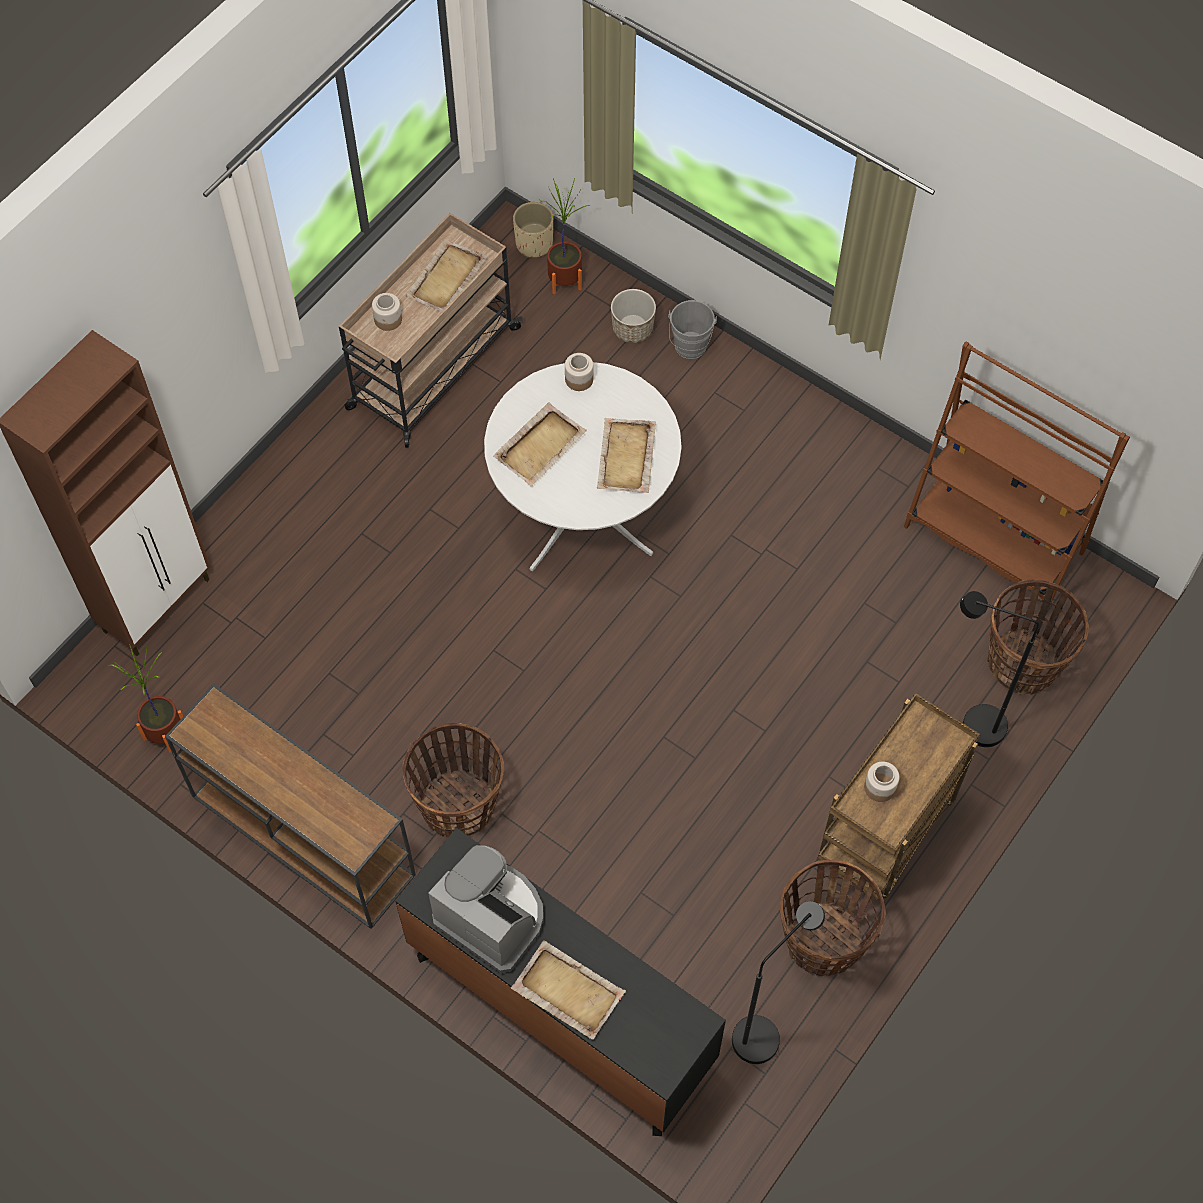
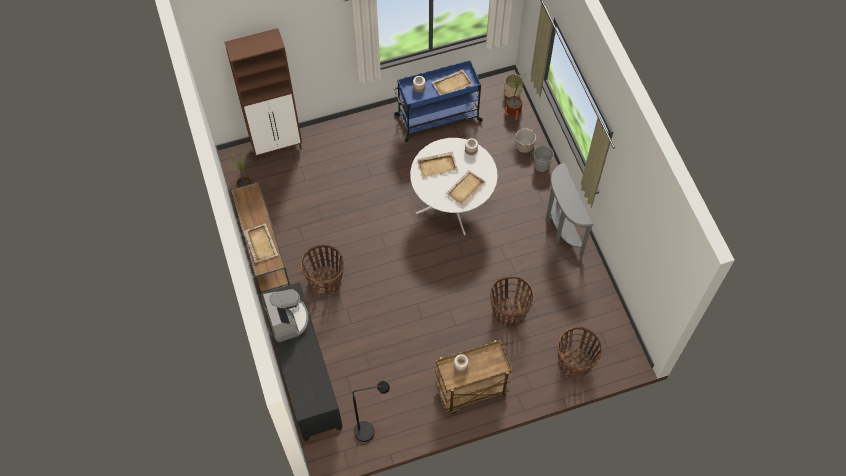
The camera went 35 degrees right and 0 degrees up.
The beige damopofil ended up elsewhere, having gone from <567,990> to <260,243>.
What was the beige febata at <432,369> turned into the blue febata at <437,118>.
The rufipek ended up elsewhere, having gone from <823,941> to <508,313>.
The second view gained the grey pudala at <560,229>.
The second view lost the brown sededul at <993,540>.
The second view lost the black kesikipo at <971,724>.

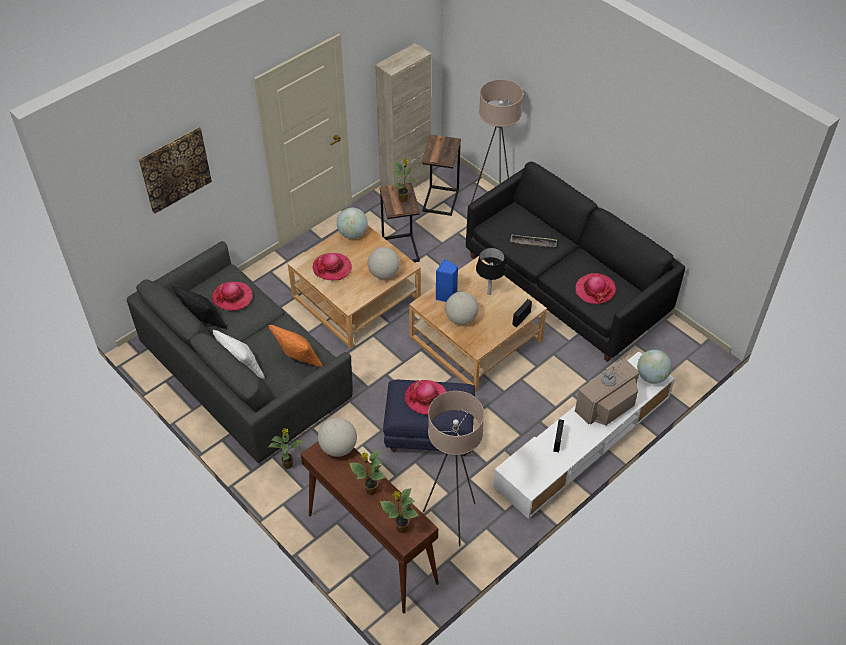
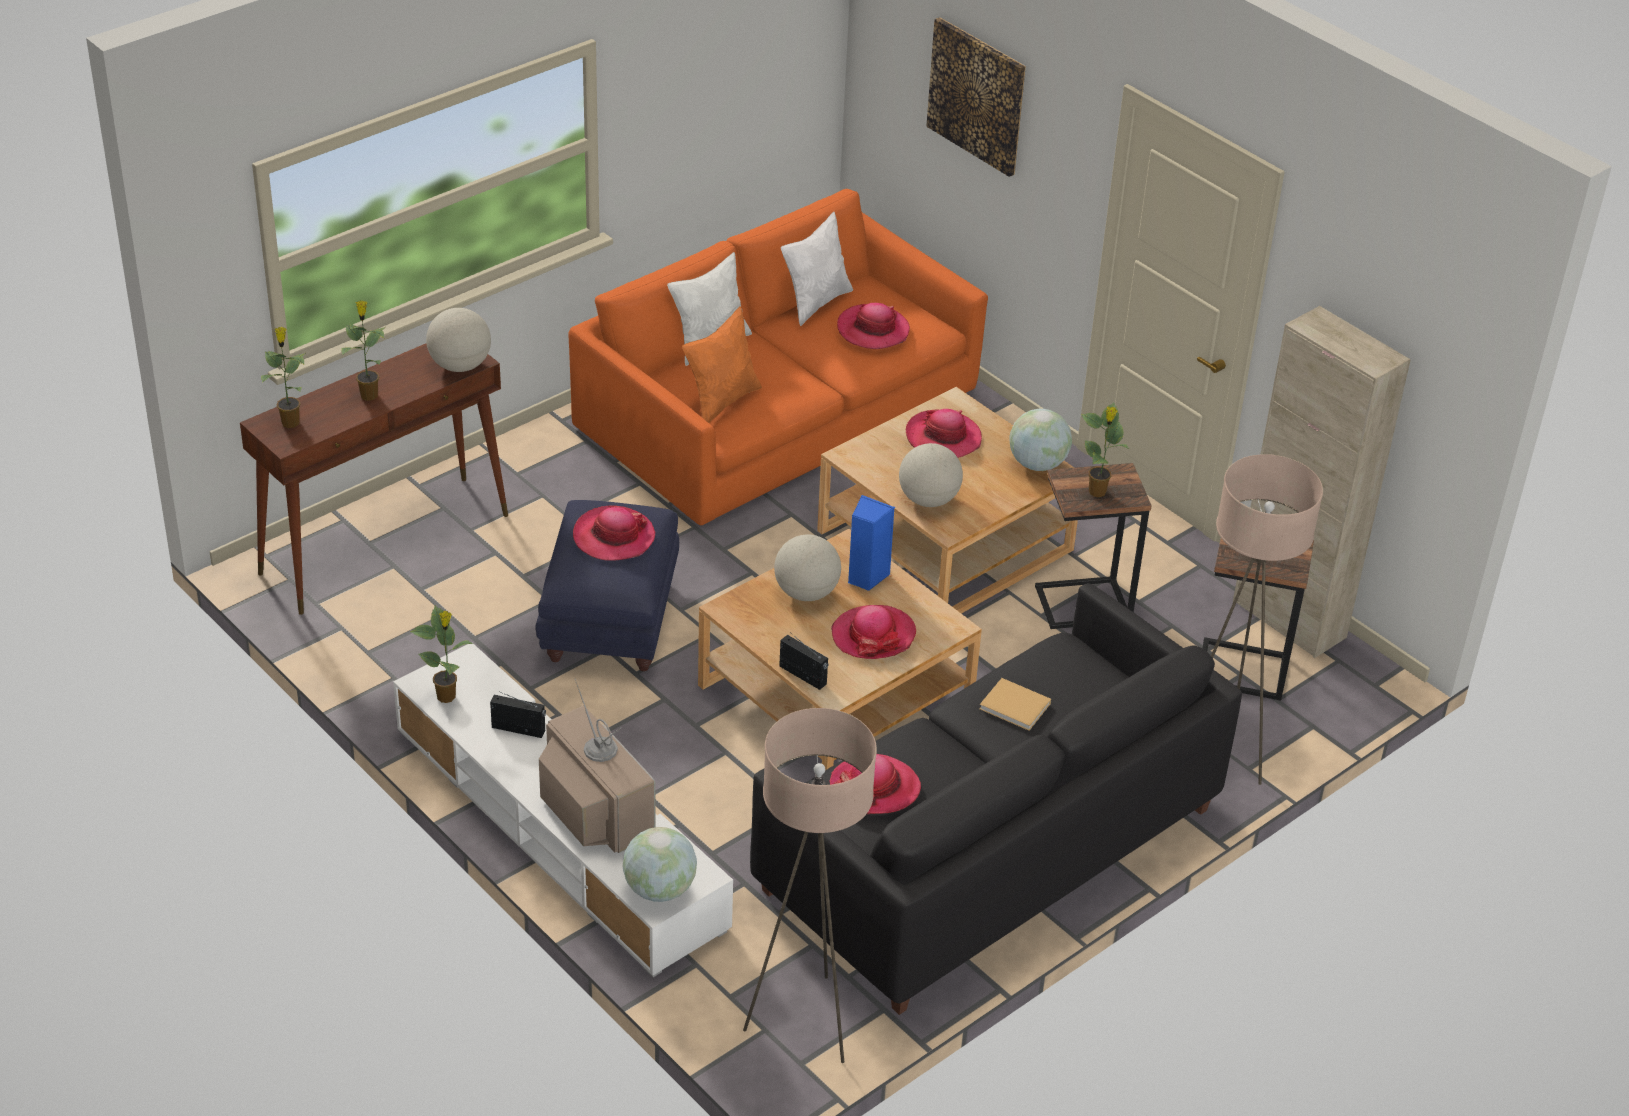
The camera went 90 degrees right and 10 degrees down.
The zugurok ended up elsewhere, having gone from <288,464> to <447,697>.
What was the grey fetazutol at <244,368> turned into the orange fetazutol at <777,409>.
The beige kesikipo ended up elsewhere, having gone from <452,519> to <805,1022>.
What was the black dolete at <203,322> turned into the white dolete at <816,303>.
Where the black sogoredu stood at <489,293>, the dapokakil came to stand at <873,635>.
Where the damopofil stood at <533,243>, the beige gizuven came to stand at <1016,707>.

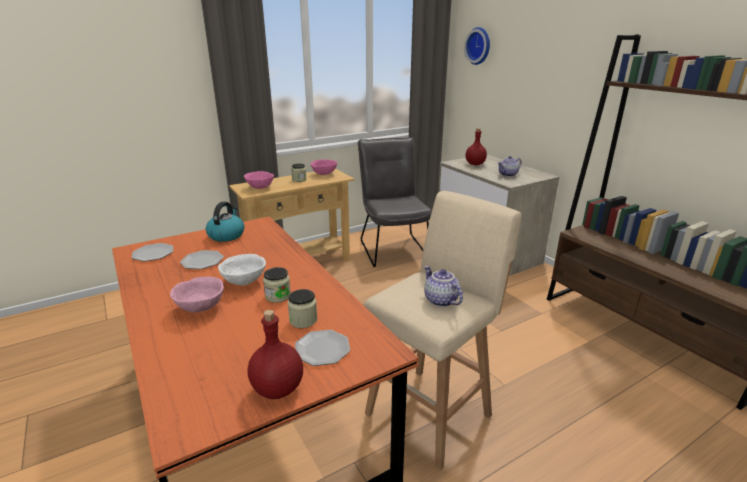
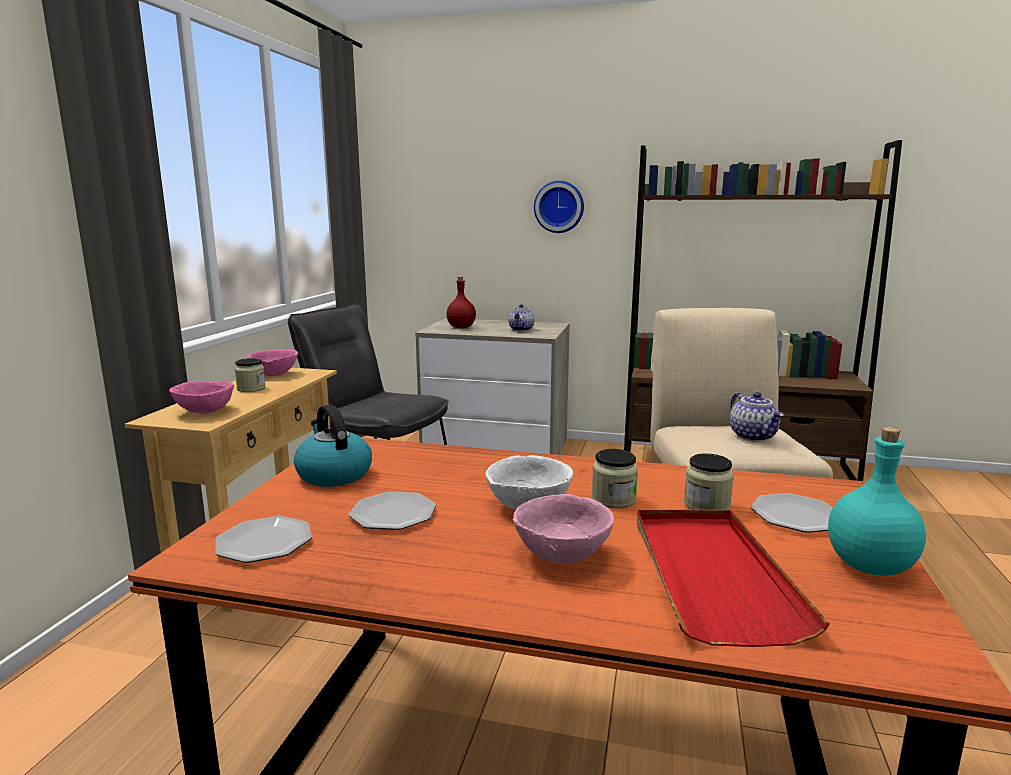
The camera went 45 degrees left and 10 degrees down.
The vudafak ended up elsewhere, having gone from <479,46> to <559,207>.
The second view gained the red damopofil at <711,575>.
The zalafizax at <440,300> ended up facing another way, 120 degrees counterclockwise from before.
What was the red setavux at <277,388> turned into the turquoise setavux at <867,566>.

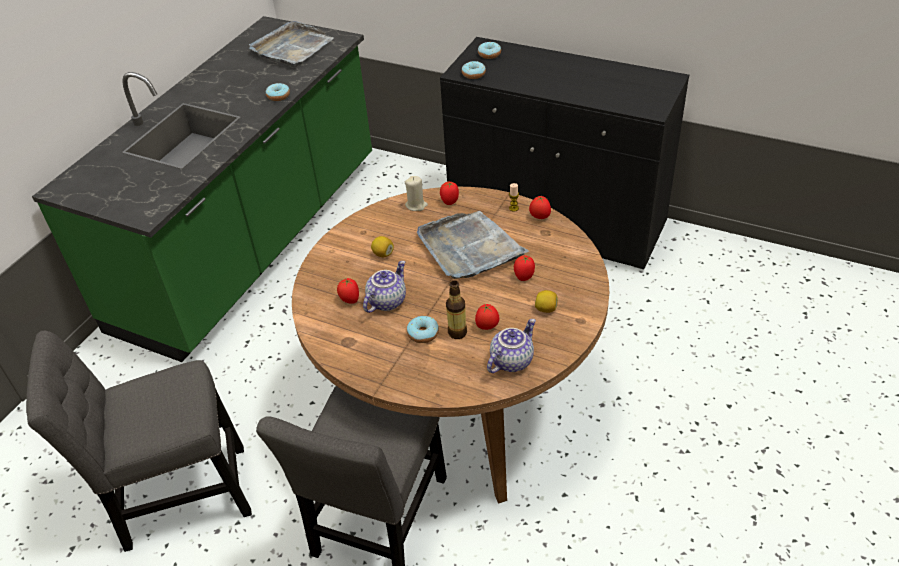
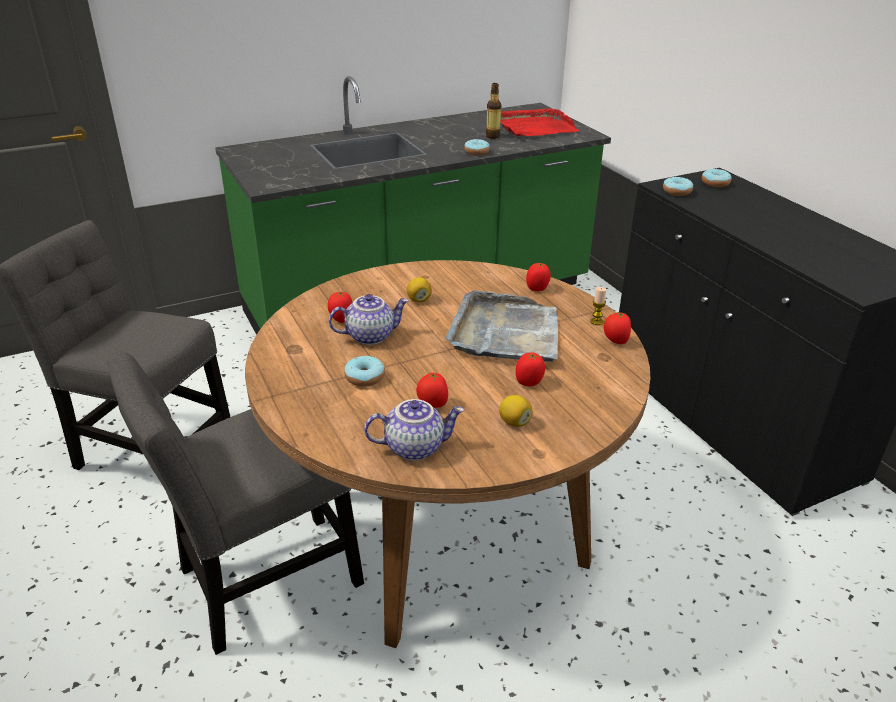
The camera went 35 degrees right and 10 degrees down.
The setavux ended up elsewhere, having gone from <457,332> to <492,136>.
What was the grey damopofil at <292,47> turned into the red damopofil at <534,127>.
The second view lost the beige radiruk at <416,205>.

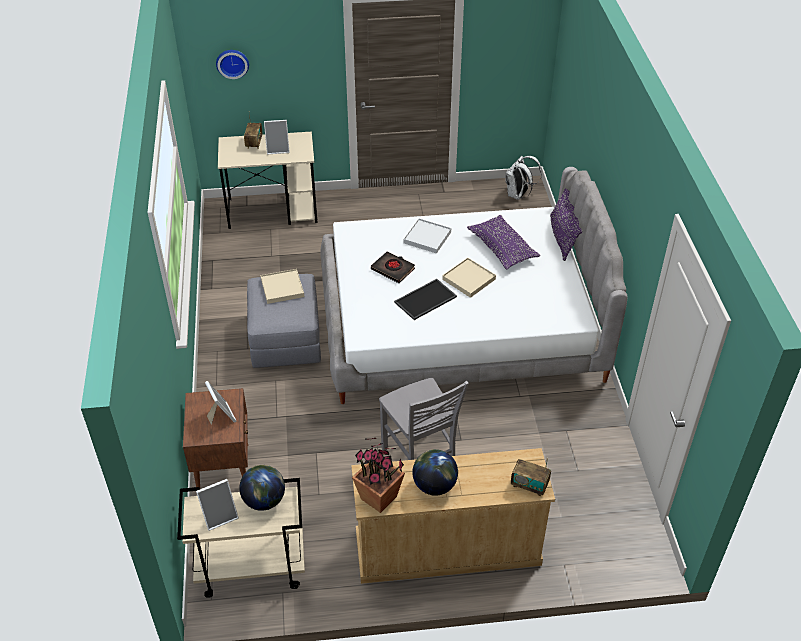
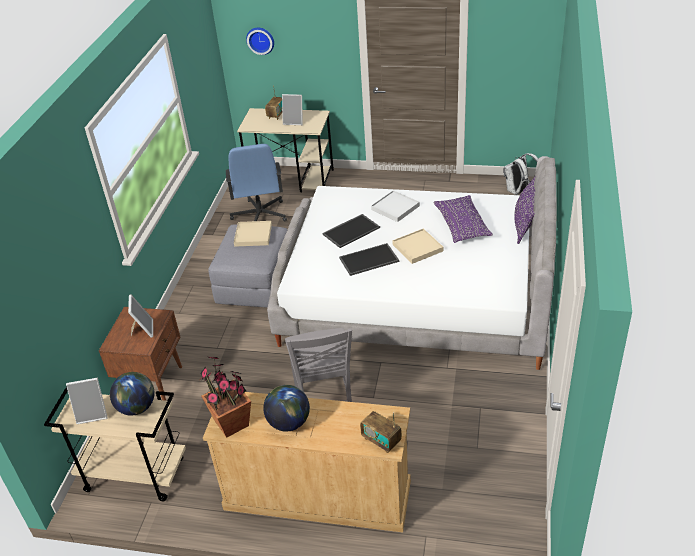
The camera went 20 degrees right and 5 degrees down.
The second view gained the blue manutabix at <259,215>.
Where the black gizuven stood at <393,269>, the damopofil came to stand at <351,230>.

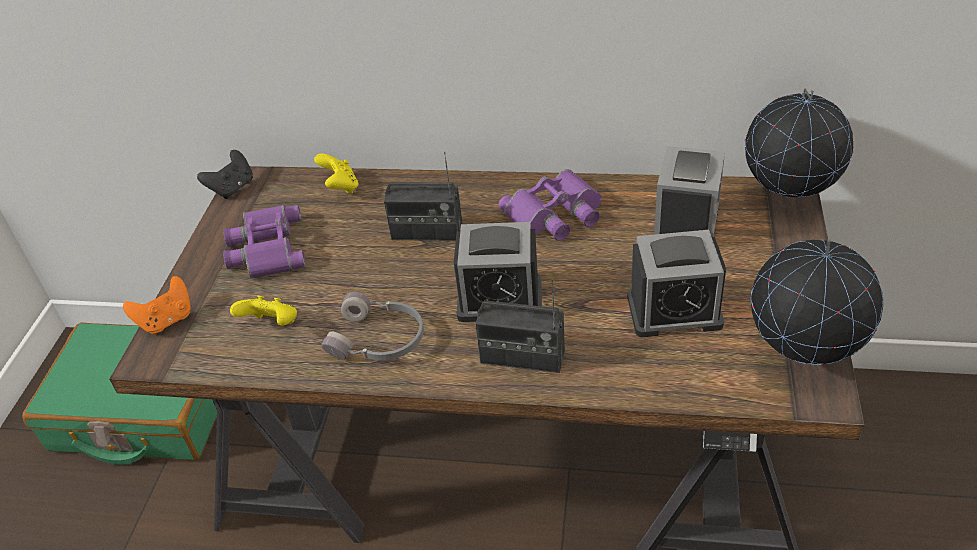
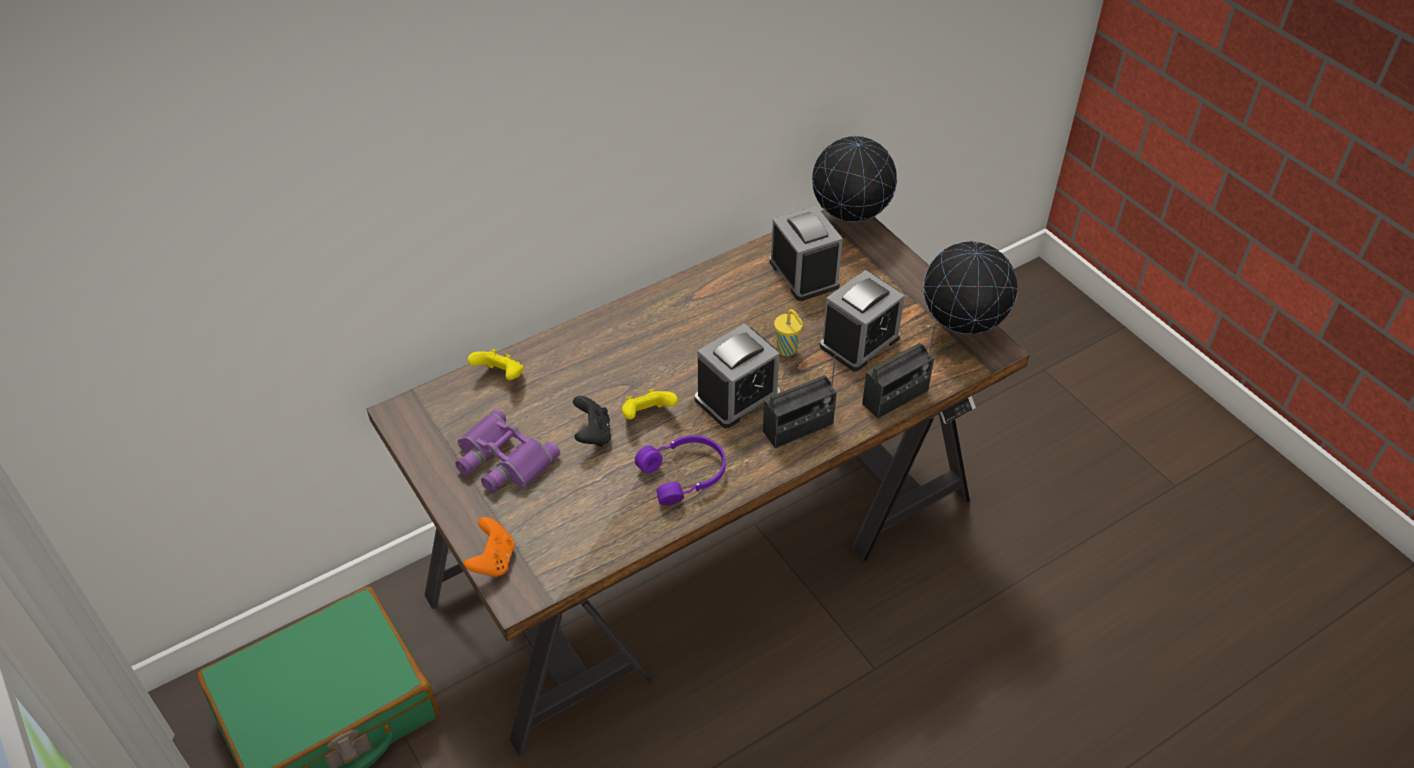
The camera went 45 degrees left and 5 degrees up.
The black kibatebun ended up elsewhere, having gone from <232,188> to <593,434>.
The yellow kibatebun ended up elsewhere, having gone from <272,325> to <647,415>.
What was the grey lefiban at <378,340> turned into the purple lefiban at <685,475>.
The second view gained the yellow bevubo at <787,350>.
The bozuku ended up elsewhere, having gone from <427,232> to <895,397>.
The second view lost the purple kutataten at <556,214>.

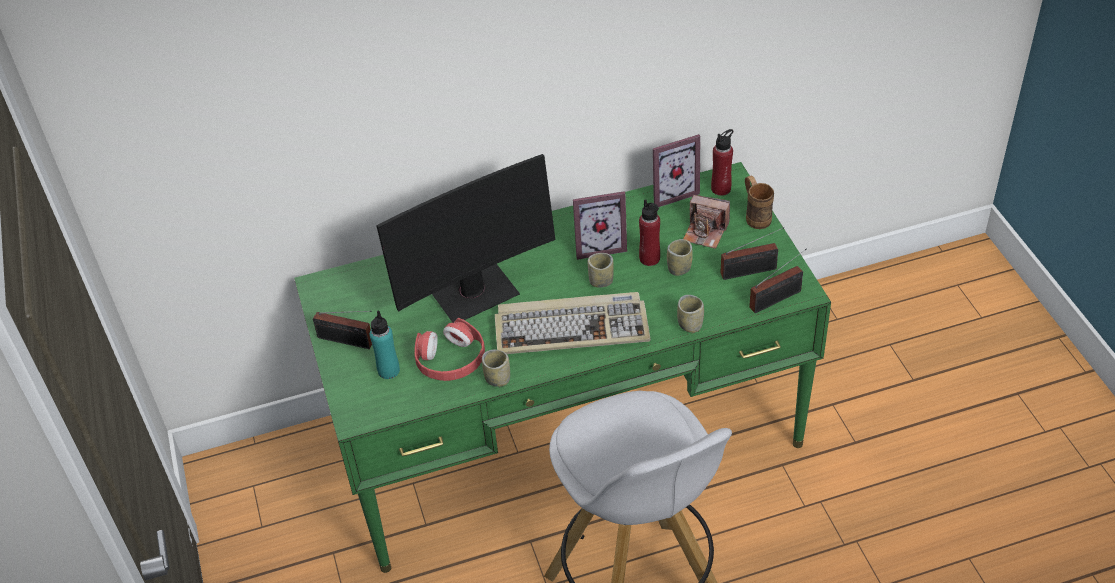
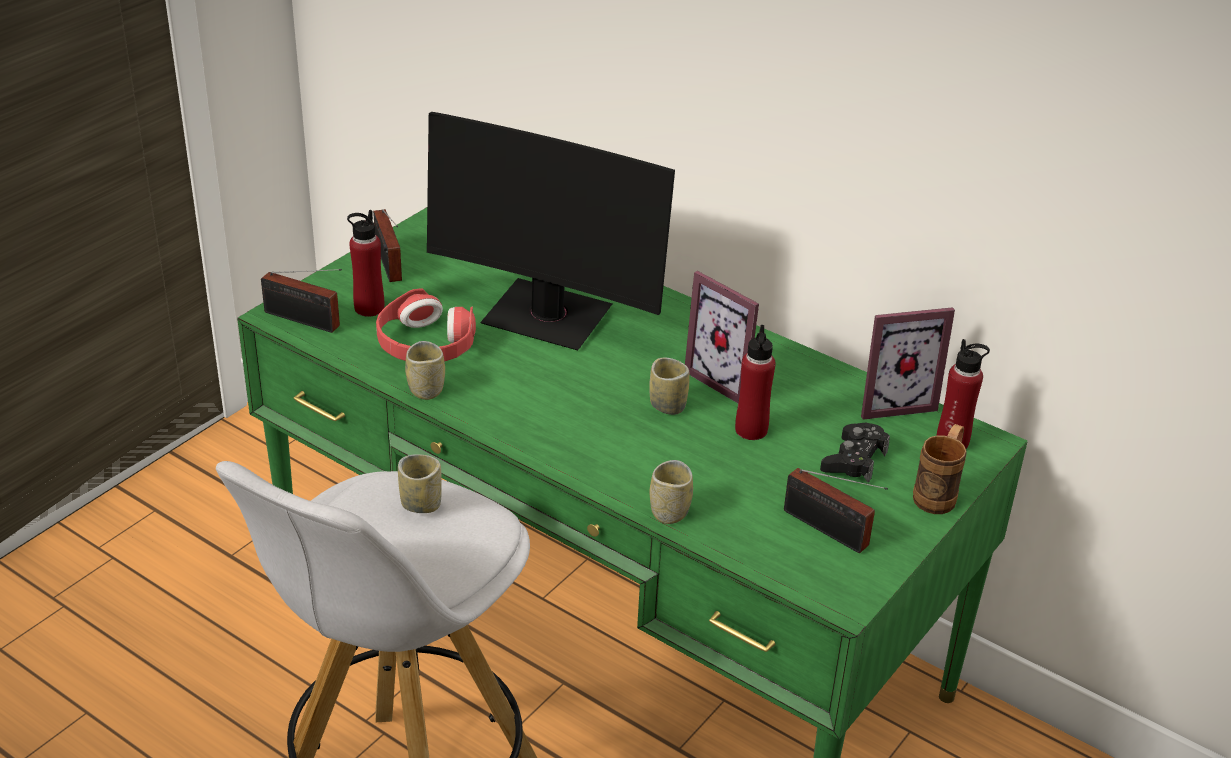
The camera went 50 degrees right and 10 degrees down.
The bozuku ended up elsewhere, having gone from <778,298> to <305,321>.
What was the turquoise setavux at <388,370> turned into the red setavux at <369,308>.
The bevubo ended up elsewhere, having gone from <679,268> to <421,504>.
Where the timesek stood at <705,232>, the black kibatebun came to stand at <854,460>.
The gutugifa at <671,192> ended up facing another way, 45 degrees counterclockwise from before.
The second view lost the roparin at <572,327>.

